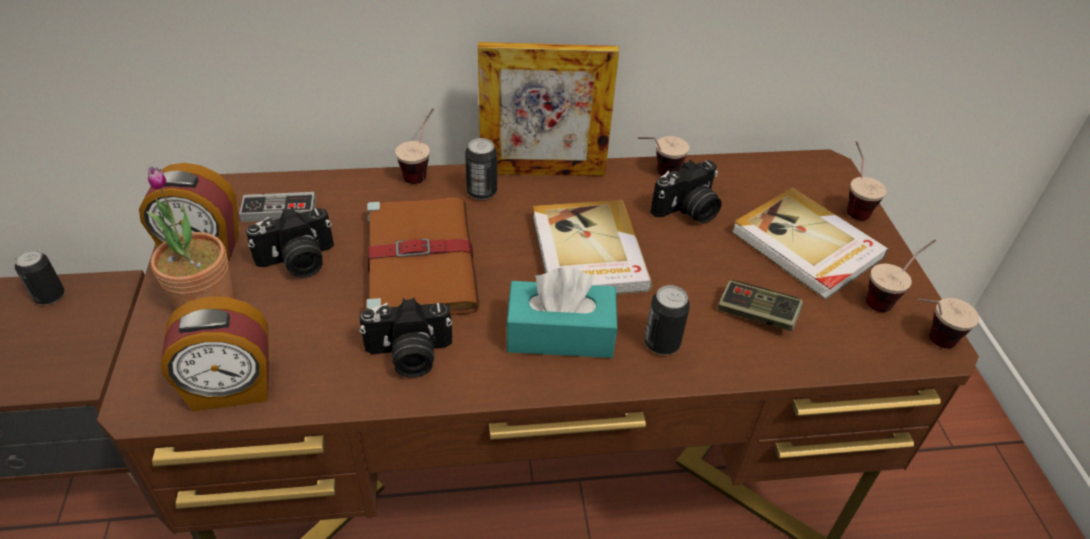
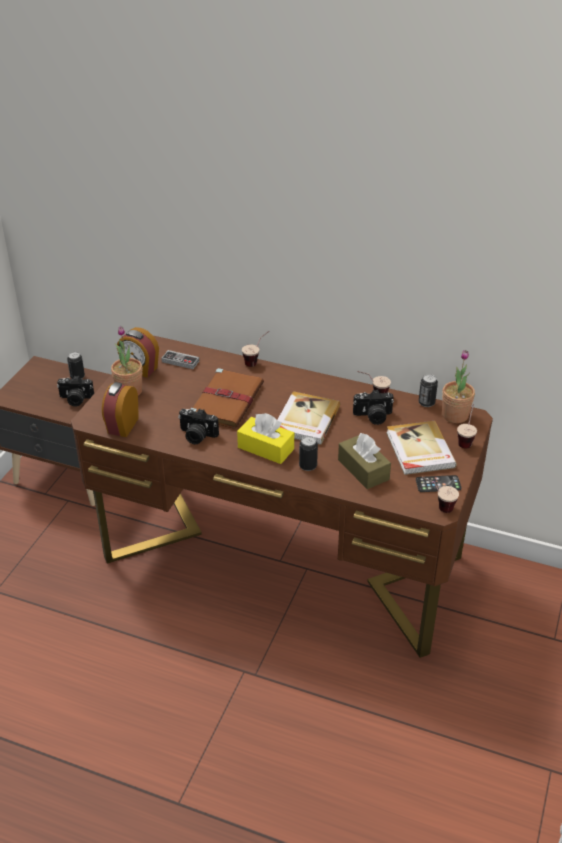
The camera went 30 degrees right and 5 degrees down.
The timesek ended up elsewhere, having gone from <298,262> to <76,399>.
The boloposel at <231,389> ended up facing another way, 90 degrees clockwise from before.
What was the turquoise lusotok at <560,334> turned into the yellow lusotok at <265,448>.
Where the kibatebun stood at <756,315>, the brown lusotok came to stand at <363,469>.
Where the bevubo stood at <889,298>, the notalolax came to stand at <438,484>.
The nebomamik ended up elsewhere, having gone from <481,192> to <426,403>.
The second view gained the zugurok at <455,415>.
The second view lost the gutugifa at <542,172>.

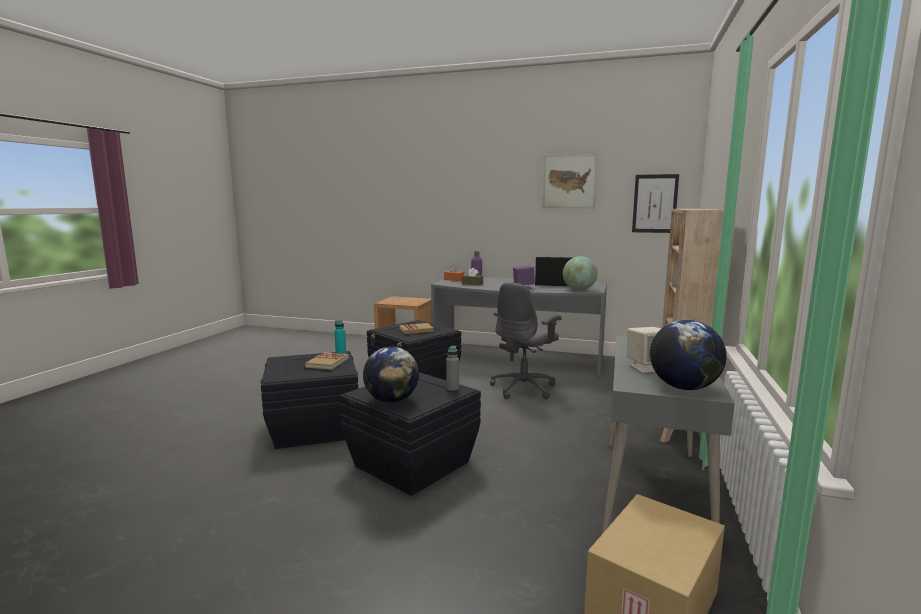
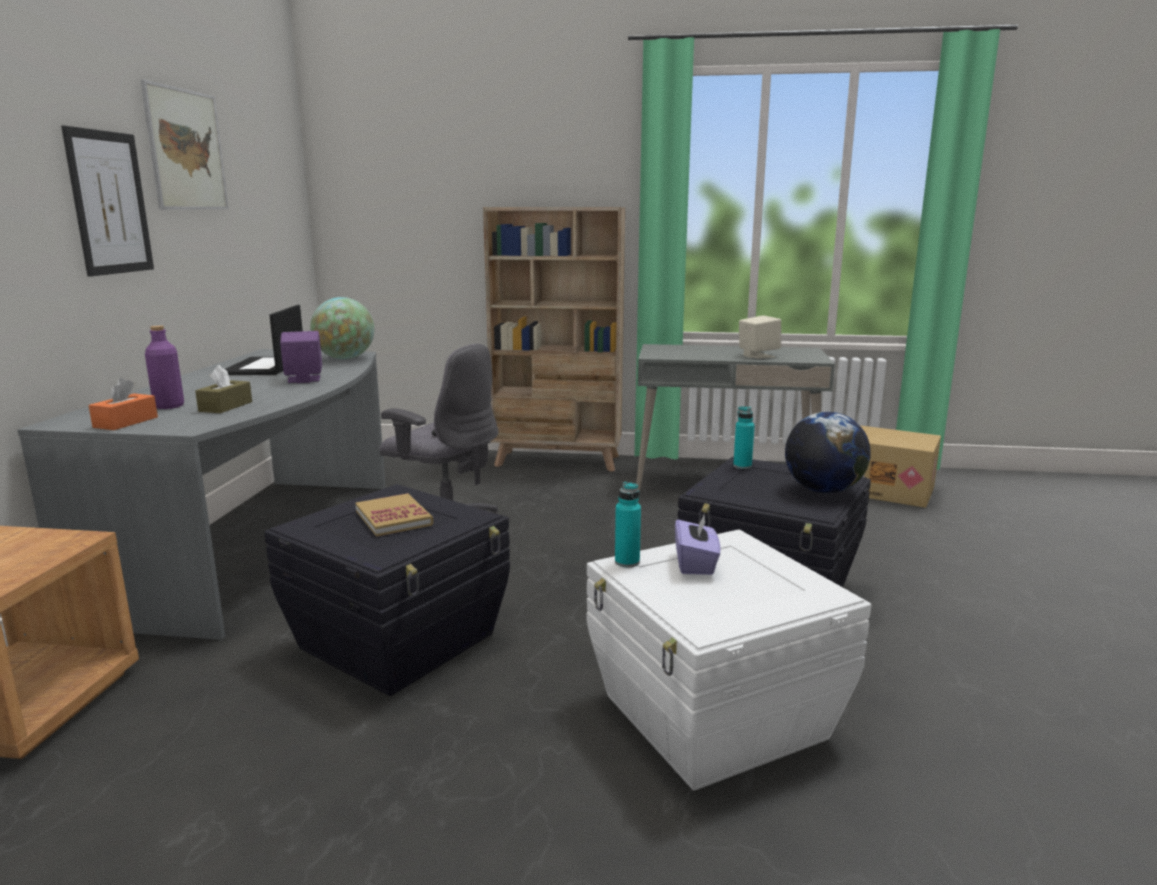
The camera went 100 degrees left and 5 degrees up.
The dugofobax ended up elsewhere, having gone from <655,203> to <110,203>.
What was the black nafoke at <313,428> turned into the white nafoke at <713,717>.
Where the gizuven stood at <327,363>, the purple lusotok came to stand at <696,564>.
What was the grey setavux at <452,388> turned into the turquoise setavux at <742,466>.
The second view lost the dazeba at <683,387>.

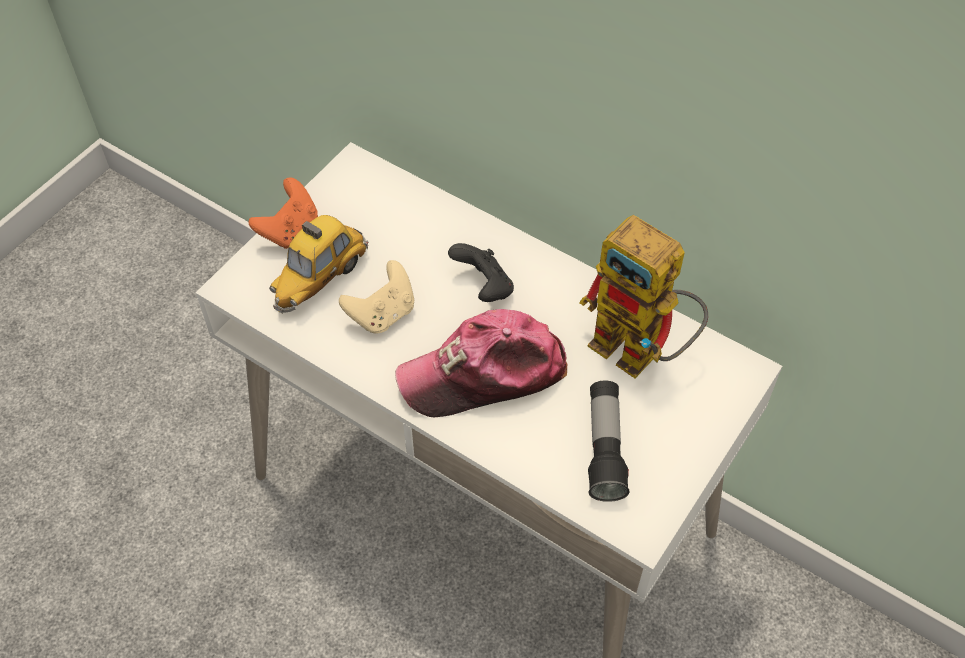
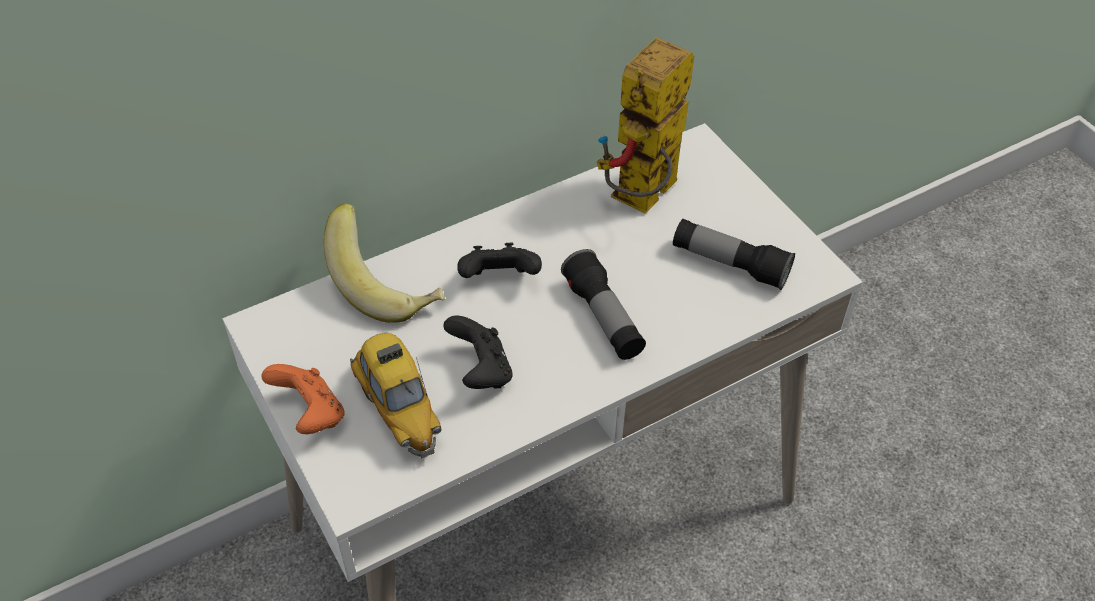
The camera went 65 degrees left and 5 degrees down.
The second view gained the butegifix at <387,286>.
What was the beige kibatebun at <382,314> turned into the black kibatebun at <481,371>.
Where the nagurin stood at <484,374>, the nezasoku came to stand at <603,317>.
The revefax at <640,352> ended up facing another way, 150 degrees clockwise from before.

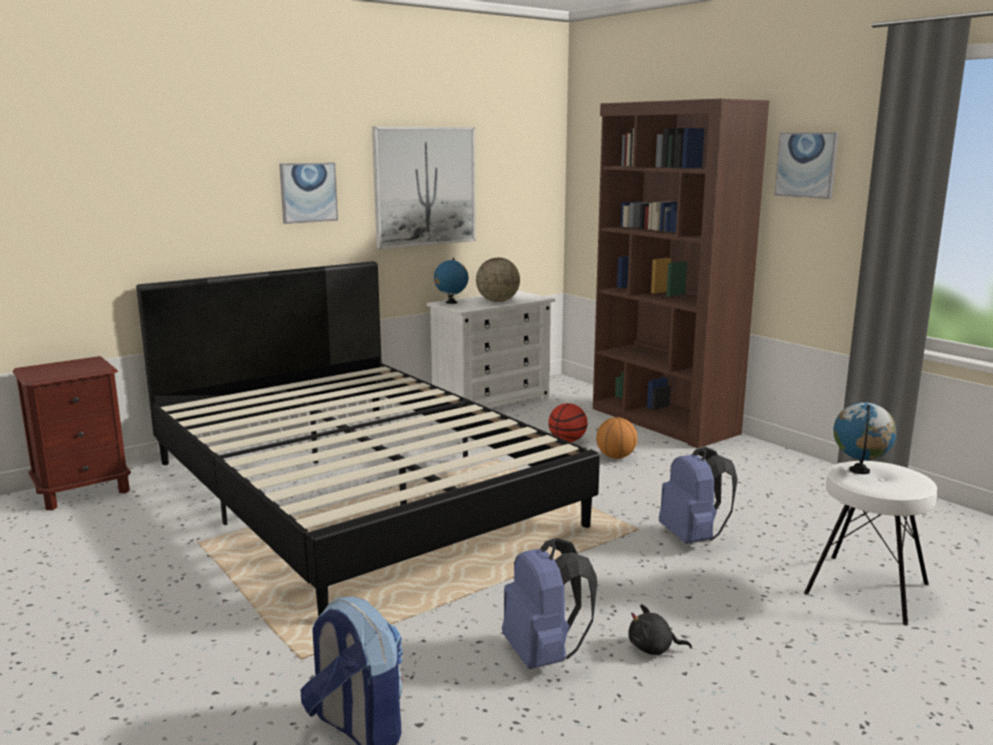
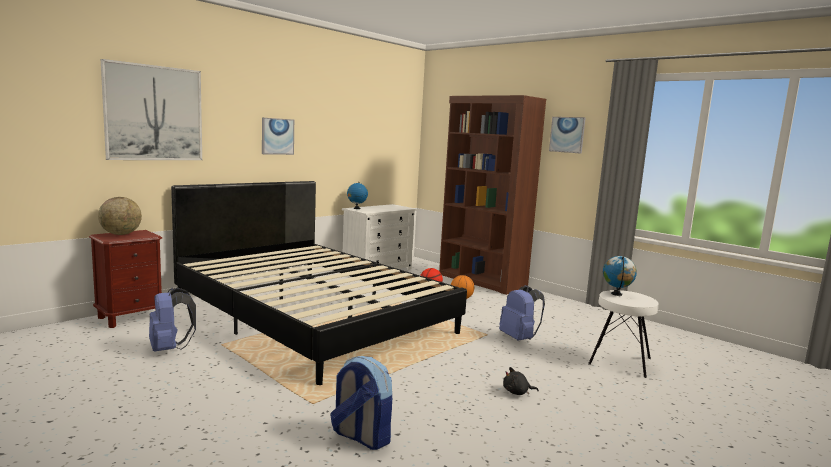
The camera went 10 degrees left and 5 degrees down.
The dazeba ended up elsewhere, having gone from <498,301> to <121,234>.
The dugofobax ended up elsewhere, having gone from <425,186> to <154,113>.
The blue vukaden ended up elsewhere, having gone from <544,655> to <170,348>.

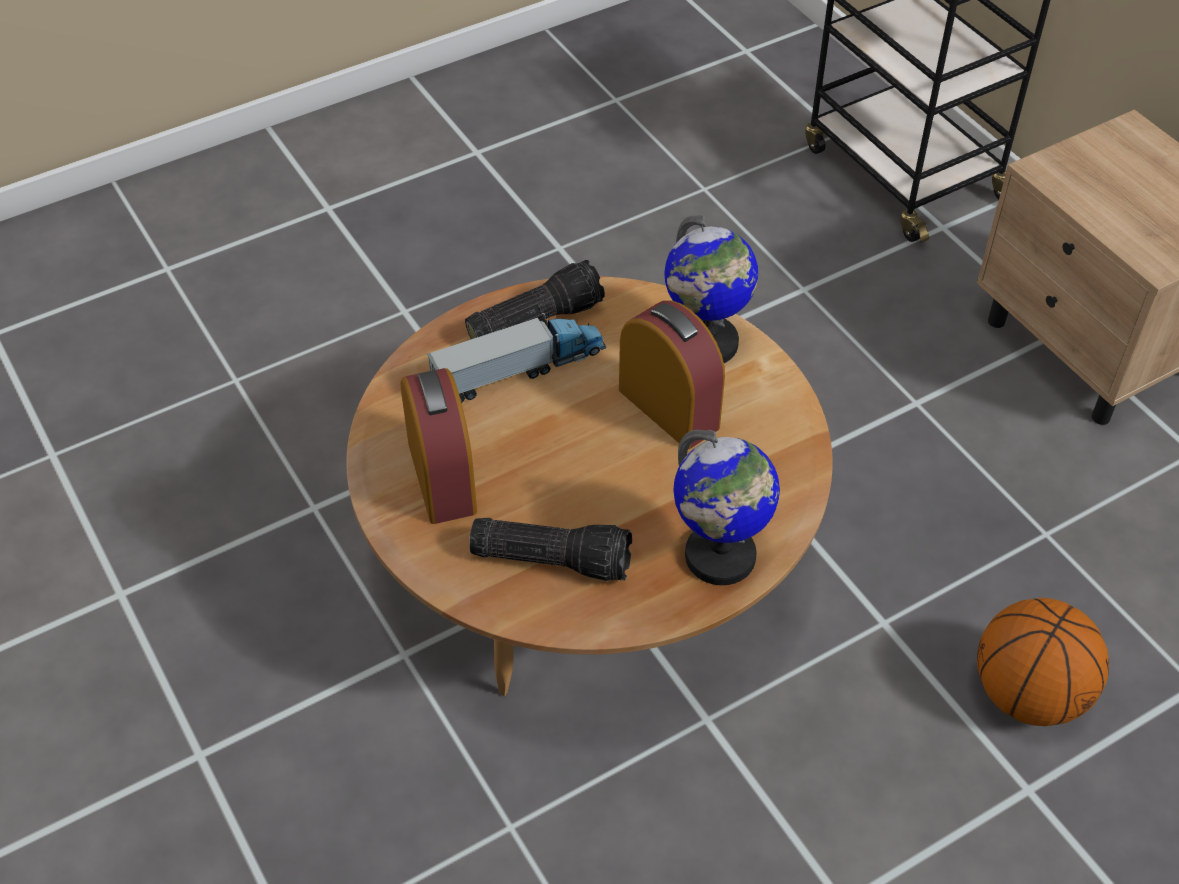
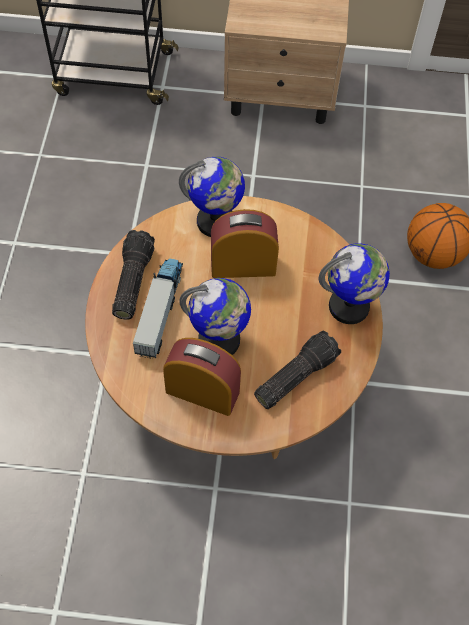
The camera went 55 degrees left and 10 degrees up.
The second view gained the dazeba at <219,341>.

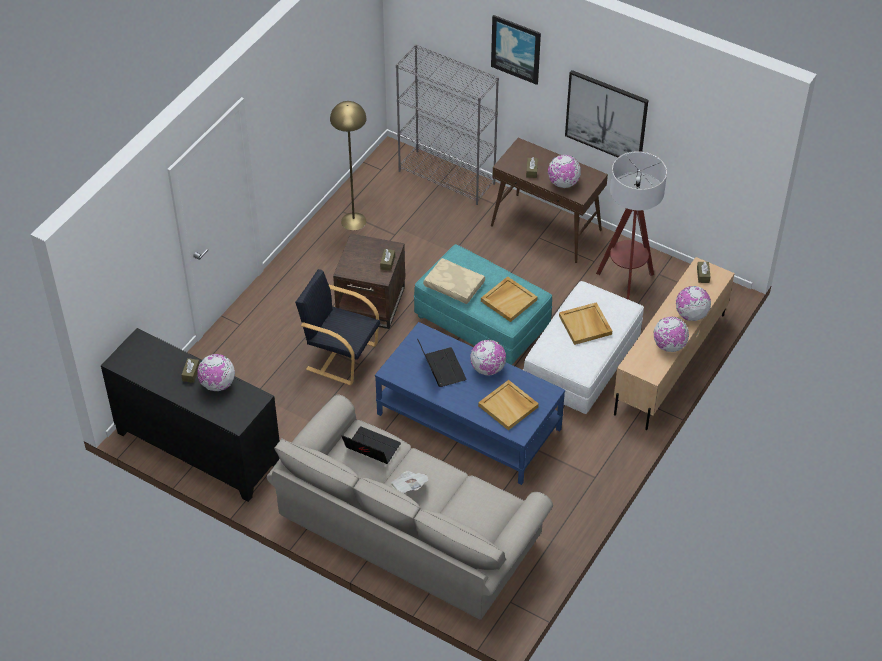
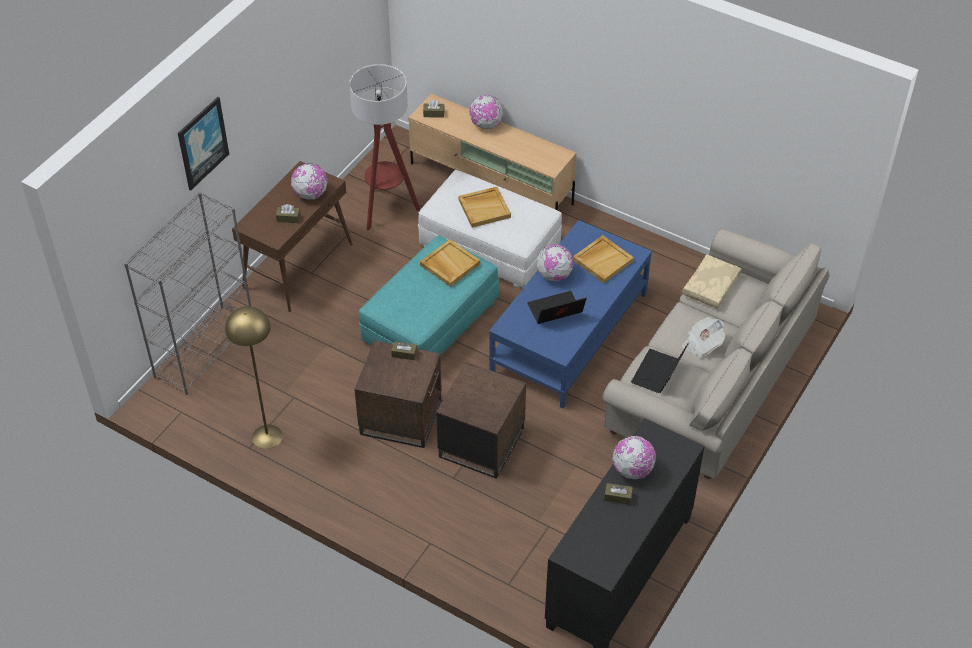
The camera went 90 degrees left and 0 degrees up.
Where the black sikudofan stood at <340,356>, the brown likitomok came to stand at <480,442>.
The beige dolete ended up elsewhere, having gone from <453,286> to <711,287>.
The second view lost the dugofobax at <606,117>.
The second view lost the dazeba at <669,346>.

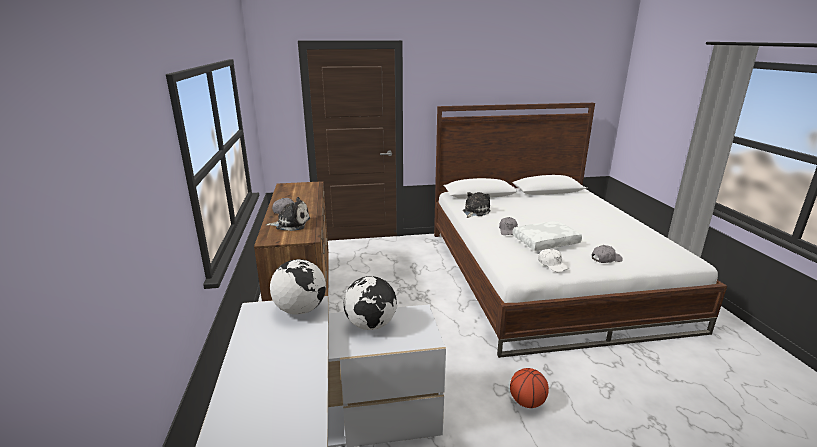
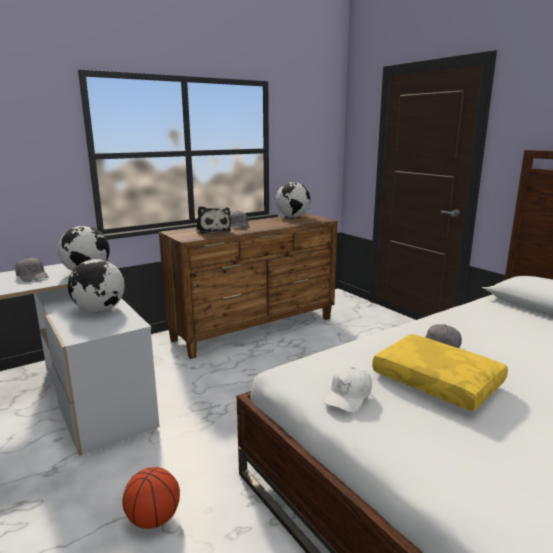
The camera went 65 degrees right and 5 degrees down.
The grey nagurin ended up elsewhere, having gone from <605,259> to <32,276>.
The second view gained the dazeba at <293,217>.
What was the white dolete at <545,241> turned into the yellow dolete at <438,381>.
The second view lost the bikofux at <475,212>.

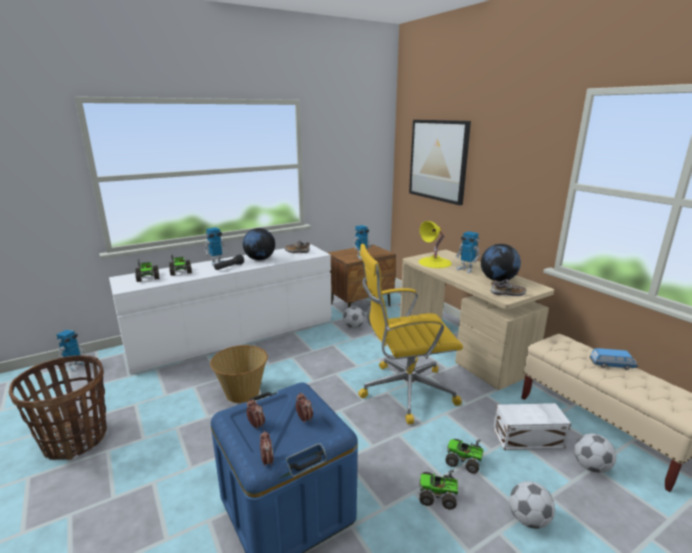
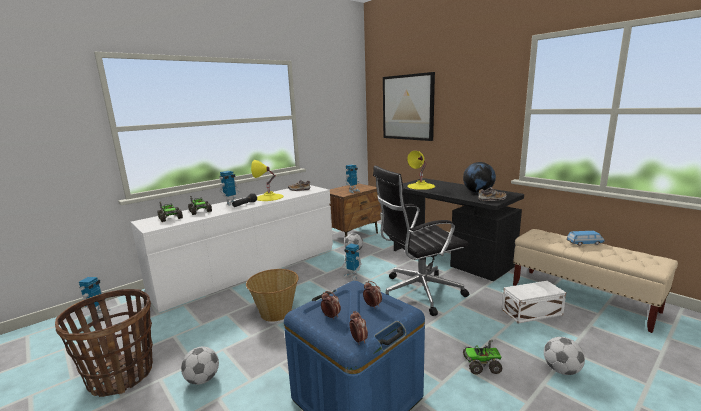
The camera went 10 degrees left and 5 degrees down.
The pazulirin ended up elsewhere, having gone from <591,467> to <202,379>.
Where the dazeba stood at <260,259>, the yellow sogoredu came to stand at <269,197>.
The revefax ended up elsewhere, having gone from <466,269> to <352,276>.
What was the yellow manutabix at <404,391> turned into the black manutabix at <418,292>.
What was the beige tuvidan at <463,350> turned into the black tuvidan at <451,258>.
The second view lost the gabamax at <464,460>.

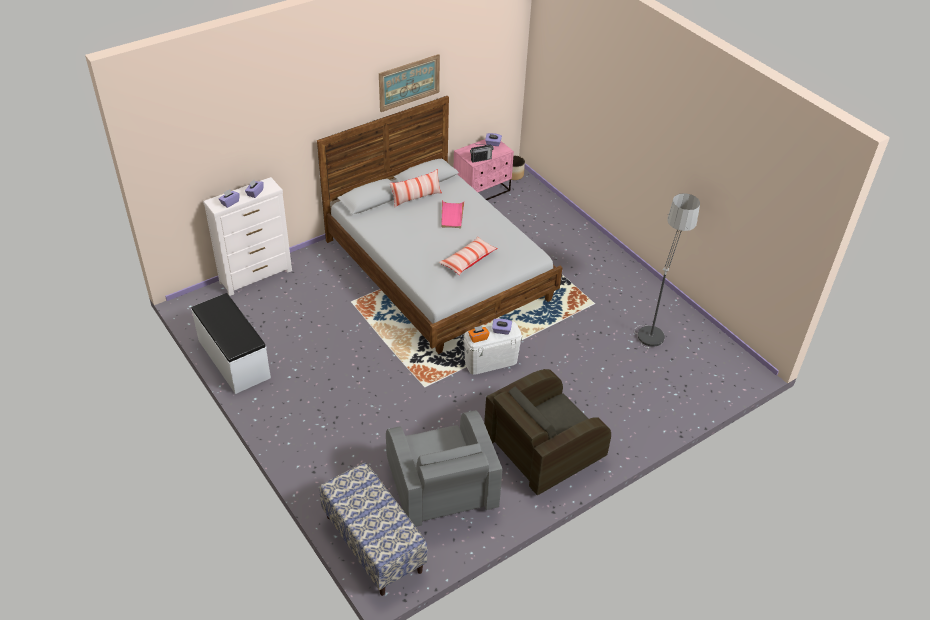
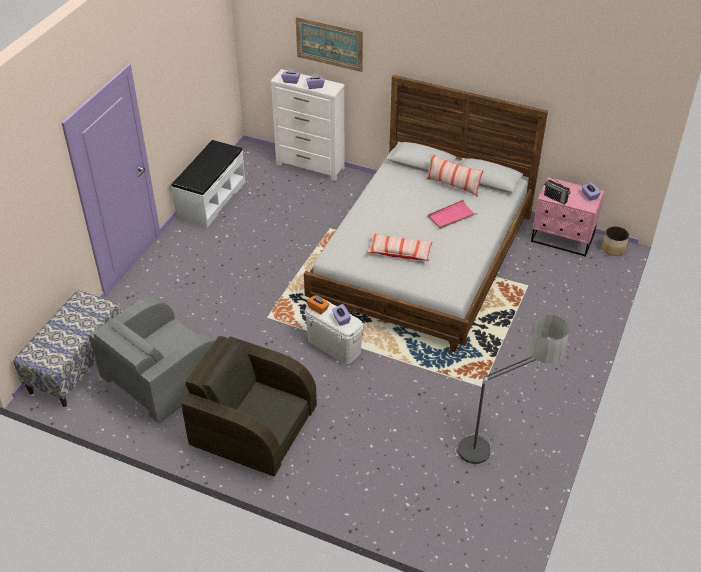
The camera went 60 degrees right and 0 degrees up.
The dugofobax ended up elsewhere, having gone from <409,82> to <329,43>.

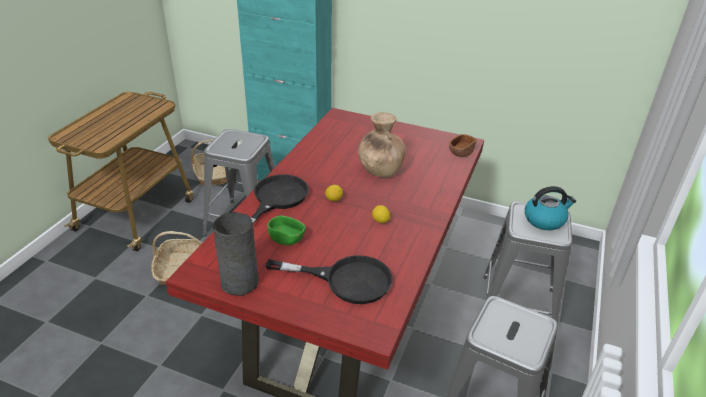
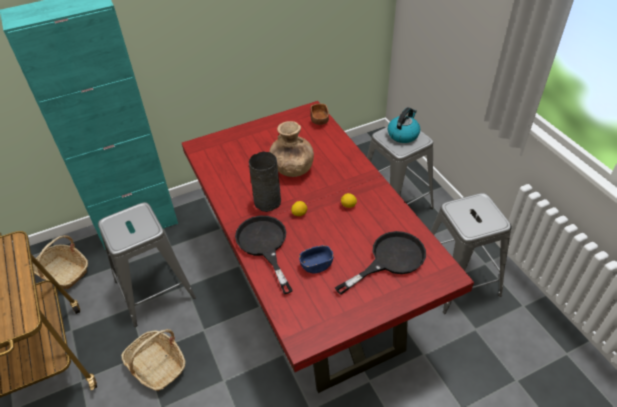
The camera went 45 degrees left and 10 degrees up.
The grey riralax ended up elsewhere, having gone from <241,283> to <268,201>.
What was the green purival at <286,238> turned into the blue purival at <316,265>.

